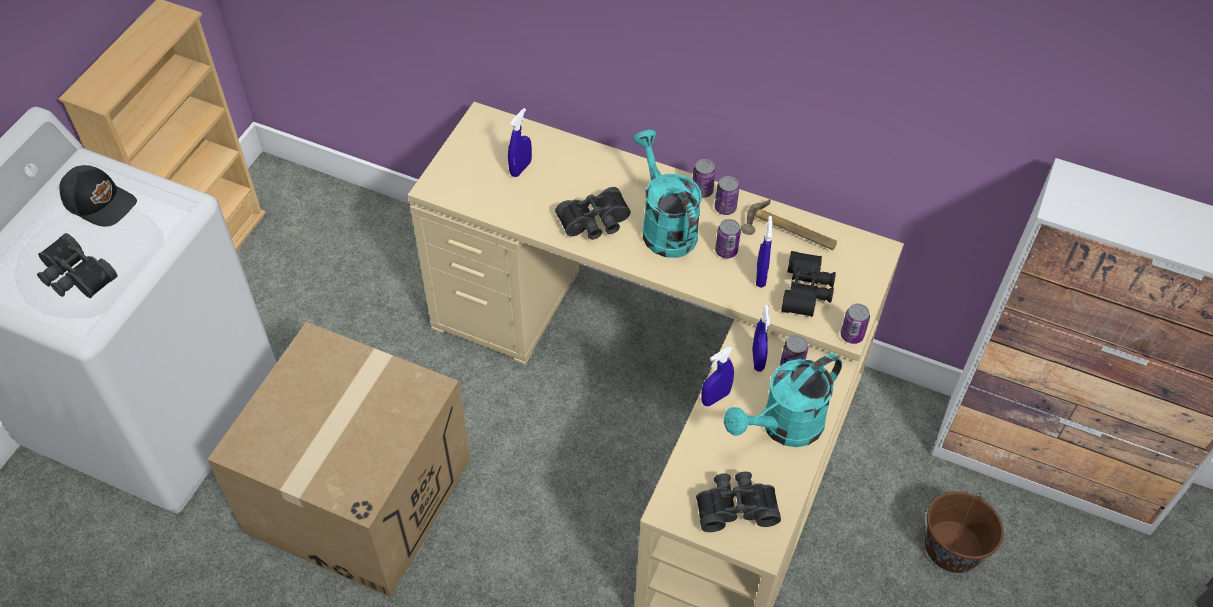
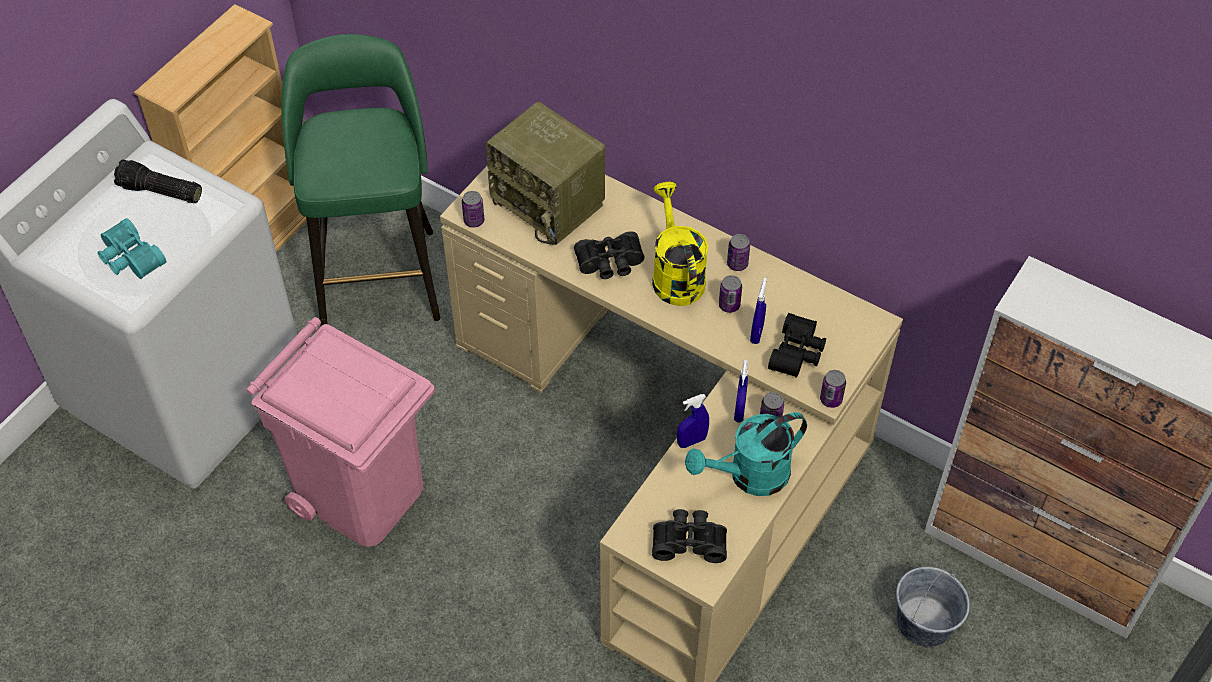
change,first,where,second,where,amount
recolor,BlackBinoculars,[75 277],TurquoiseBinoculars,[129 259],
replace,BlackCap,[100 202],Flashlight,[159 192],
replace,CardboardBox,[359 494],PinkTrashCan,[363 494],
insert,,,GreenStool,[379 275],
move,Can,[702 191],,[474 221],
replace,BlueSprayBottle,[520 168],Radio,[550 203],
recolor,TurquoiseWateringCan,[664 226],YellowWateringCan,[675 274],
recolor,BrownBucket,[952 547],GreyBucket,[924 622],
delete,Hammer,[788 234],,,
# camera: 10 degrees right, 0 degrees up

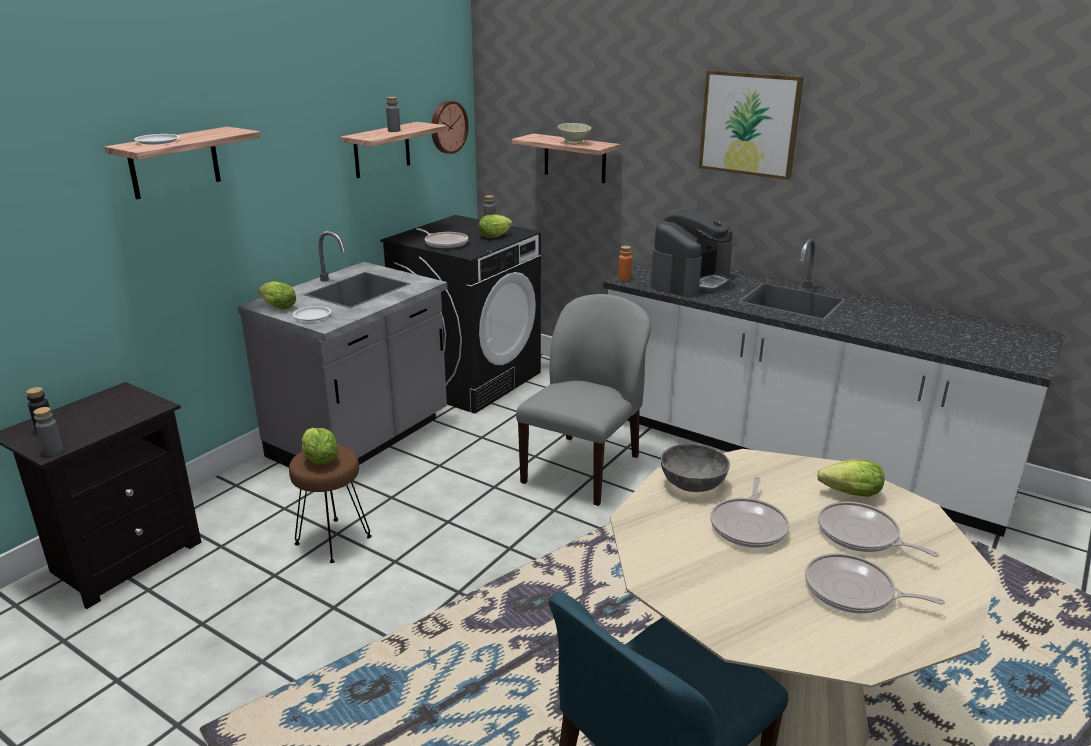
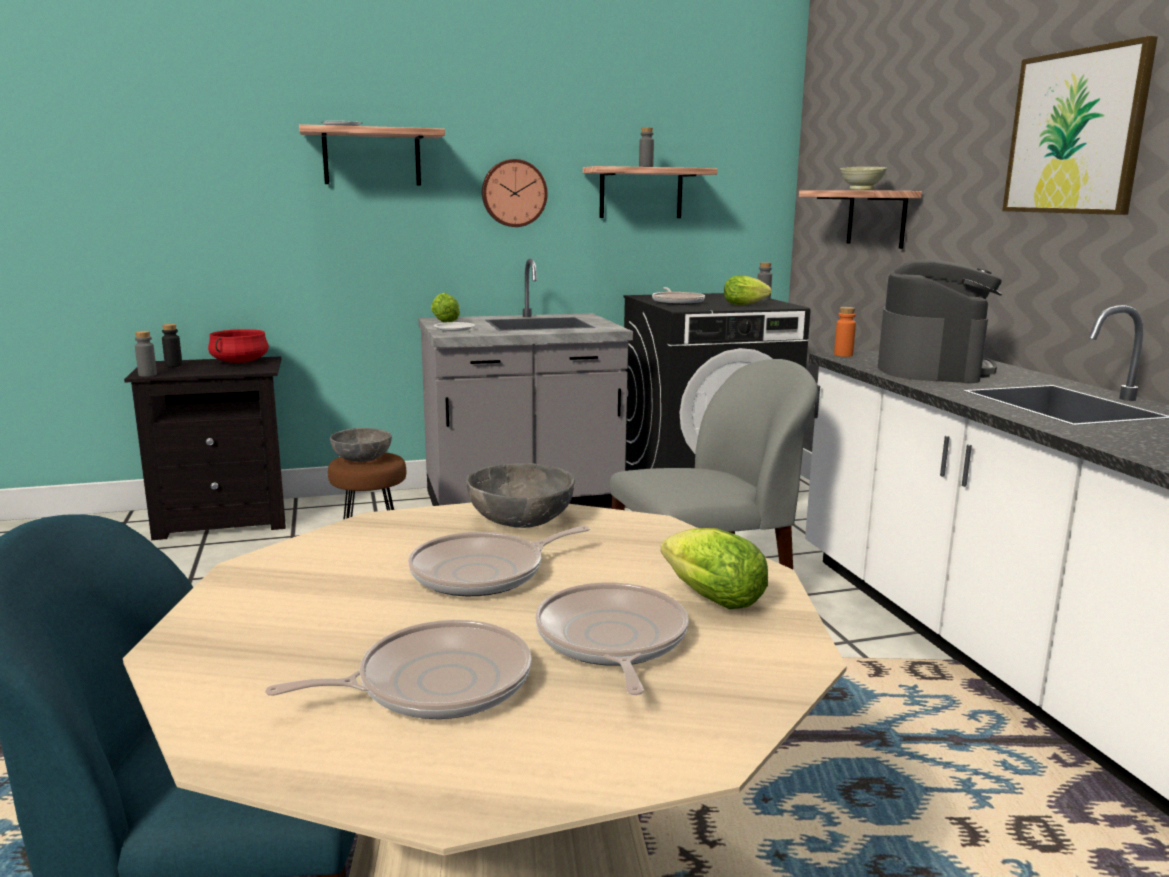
change,first,where,second,where,amount
insert,,,RedCookingPot,[240 362],
rotate,FryingPan,[853 592],,[435 684],90 degrees clockwise
replace,Lettuce,[320 460],GreyBowl,[362 459],
move,WallClock,[447 127],,[513 193],
rotate,CoffeeMachine,[690 281],,[932 368],60 degrees counterclockwise
# camera: 40 degrees right, 10 degrees down

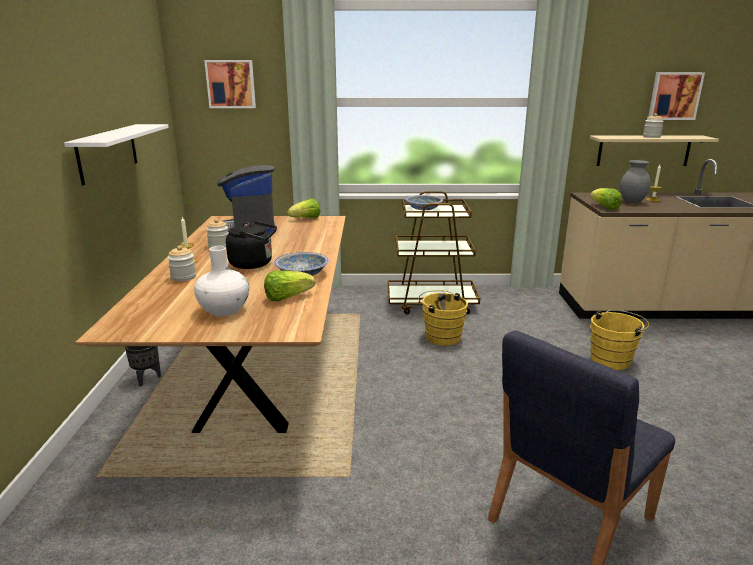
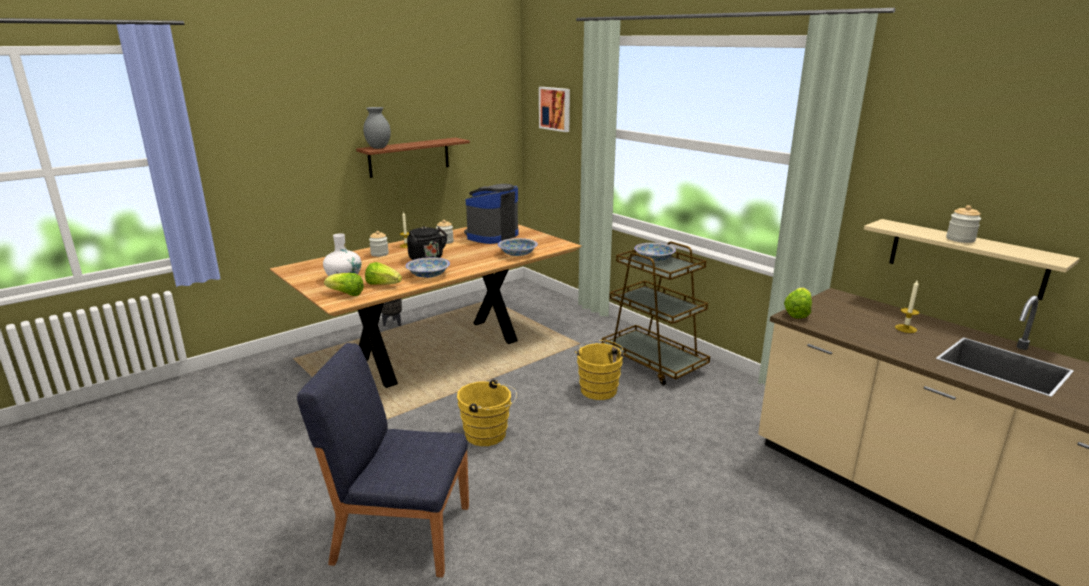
change,first,where,second,where,amount
move,Lettuce,[306 219],,[346 294],
recolor,WhiteShelf,[108 152],BrownShelf,[409 157],
move,GreyVase,[631 202],,[378 148],
move,YellowBucket,[613 359],,[488 435],
insert,,,Bowl,[517 254],
delete,Picture,[674 96],,,
# camera: 50 degrees right, 0 degrees up

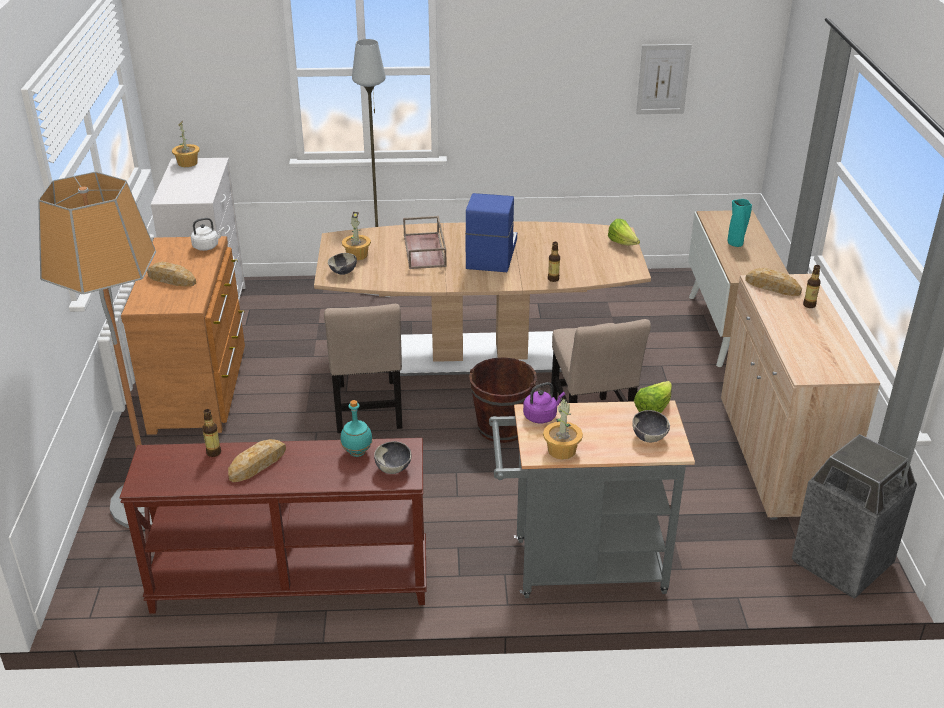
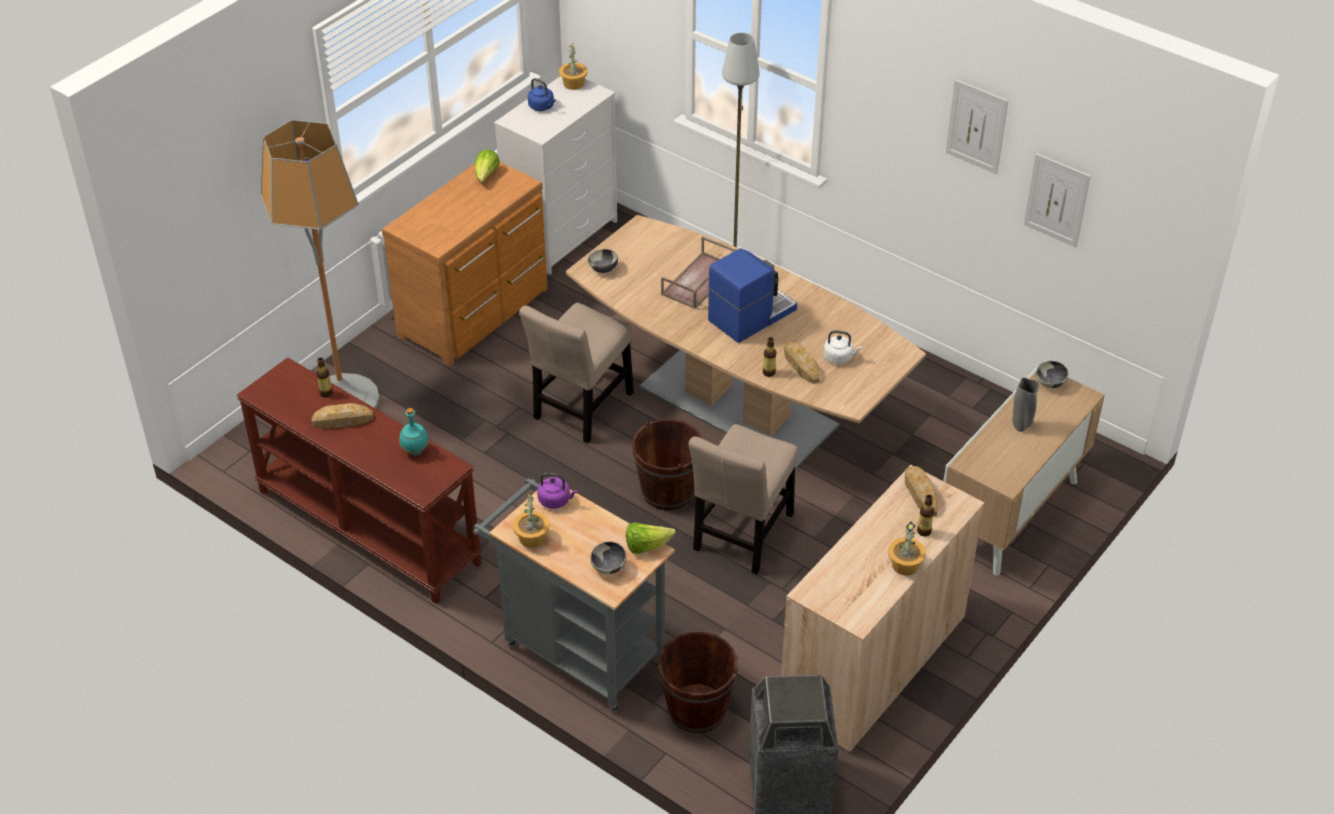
change,first,where,second,where,amount
move,Lettuce,[622 243],,[486 176],
insert,,,BlueKettle,[542 107],
insert,,,BrownBucket,[697 710],
move,Bread,[171 279],,[801 365],
move,WhiteKettle,[207 246],,[839 357],
move,PottedPlant,[357 255],,[905 565],
insert,,,Picture,[976 126],
recolor,TurquoiseVase,[736 244],GreyVase,[1021 426],
move,Bowl,[393 468],,[1050 384],
# camera: 40 degrees right, 10 degrees up

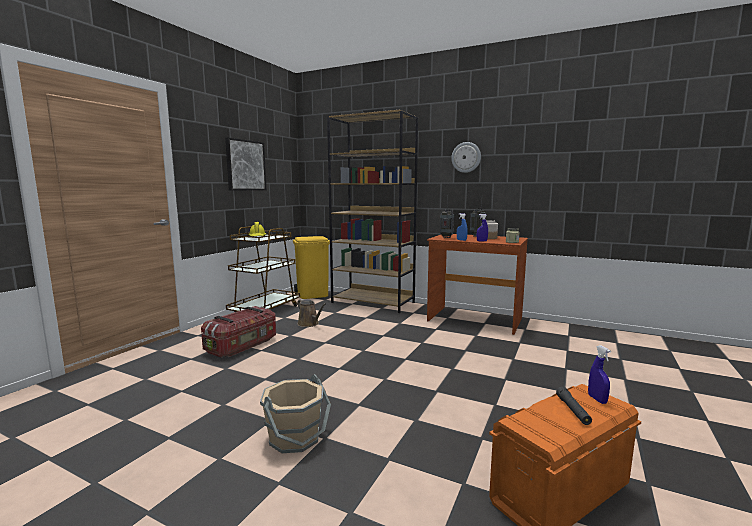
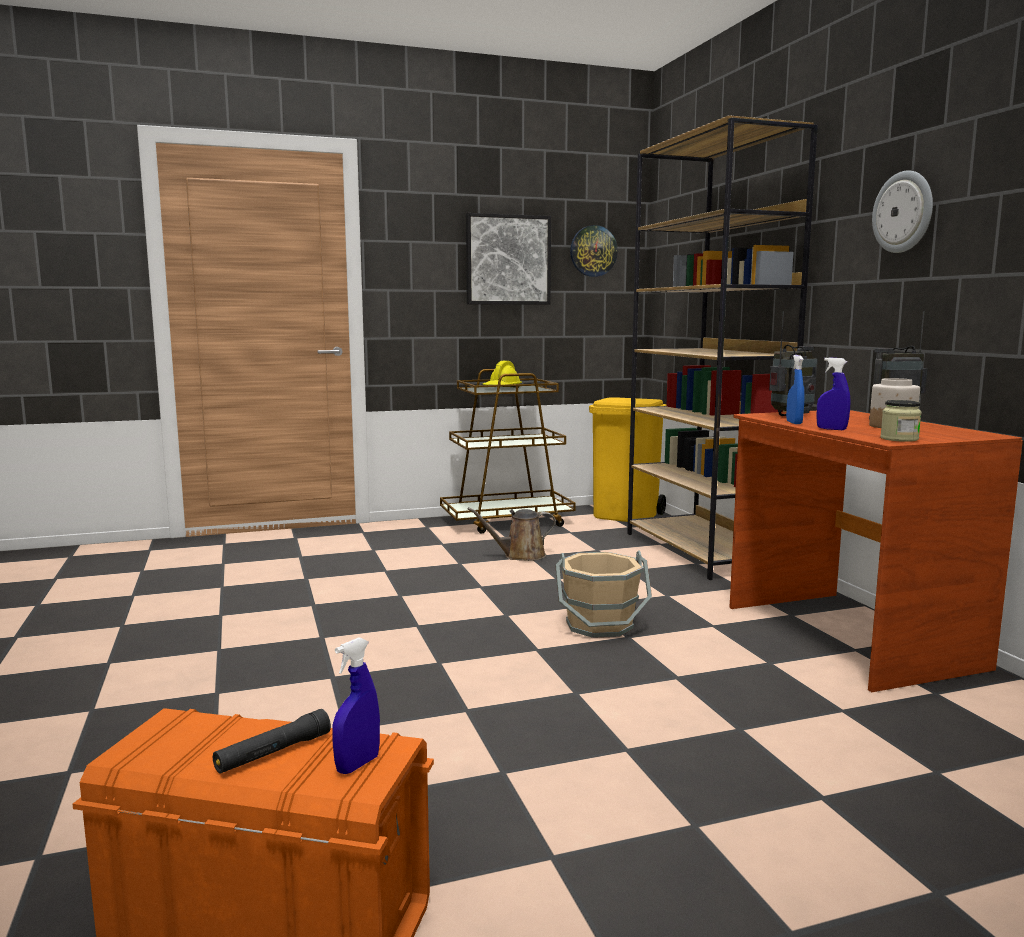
change,first,where,second,where,amount
rotate,BrownWateringCan,[309 324],,[520 556],75 degrees clockwise
move,BeigeBucket,[295 437],,[600 625],
insert,,,WallClock,[593 251],
delete,StorageBox,[243 345],,,
# camera: 45 degrees right, 0 degrees up

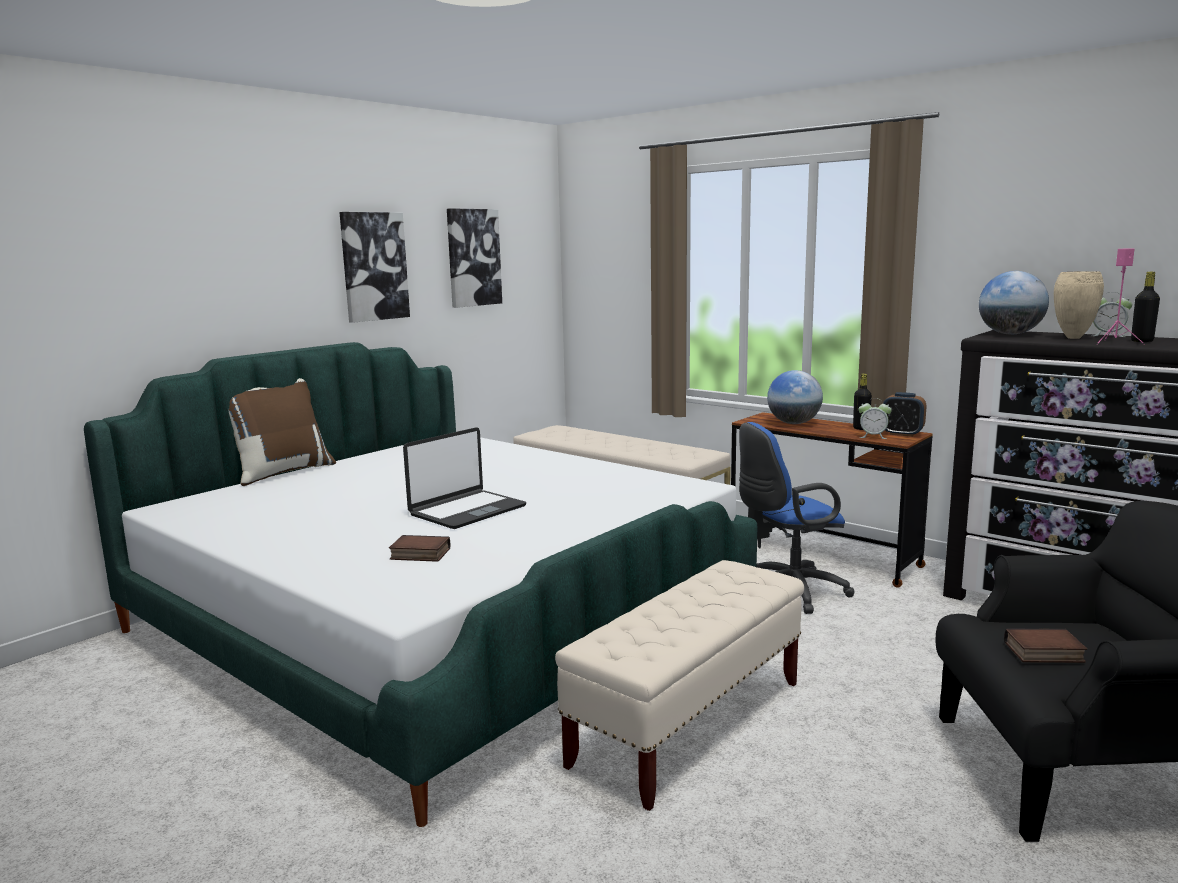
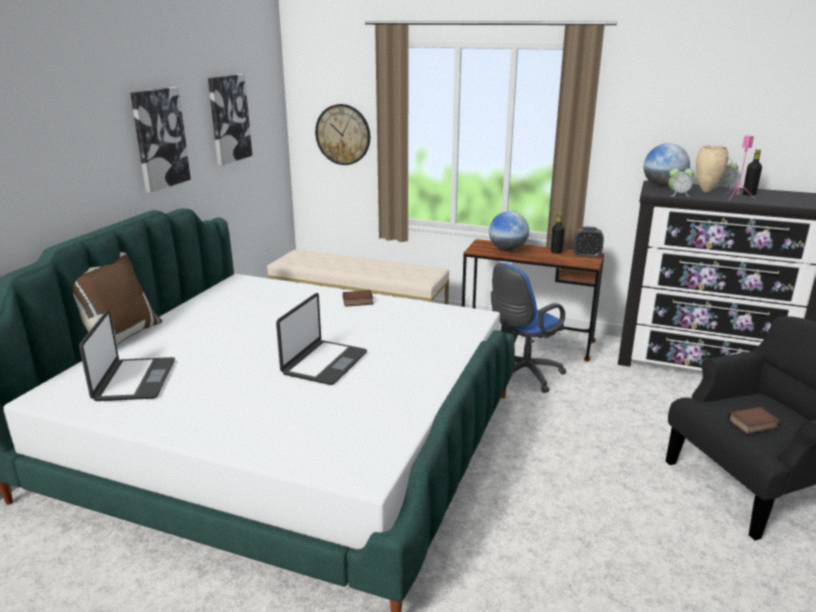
change,first,where,second,where,amount
insert,,,Laptop,[134 380],
insert,,,WallClock,[343 134],
move,Book,[419 554],,[357 302],
move,AlarmClock,[873 436],,[678 194],
delete,BeigeBench,[689 723],,,
# camera: 20 degrees left, 10 degrees up

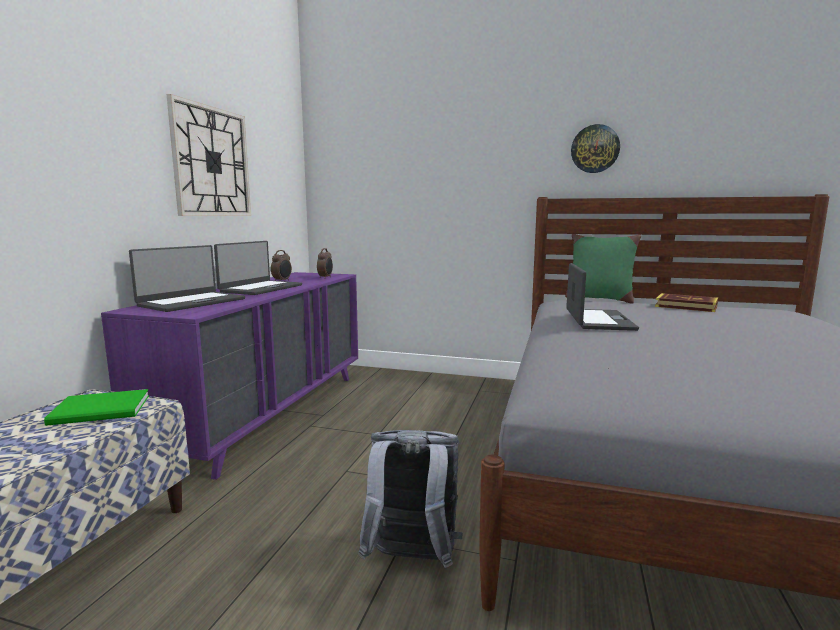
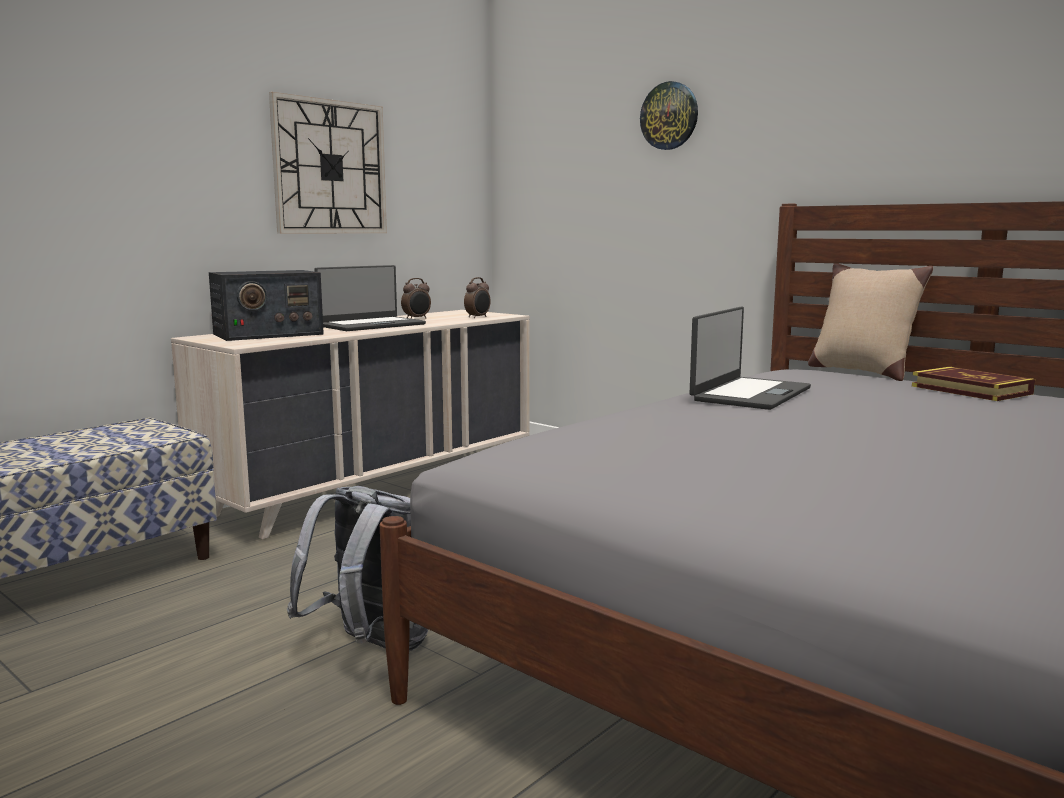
change,first,where,second,where,amount
recolor,PurpleDresser,[268 414],BeigeDresser,[377 487],
replace,Laptop,[191 302],Radio,[267 334],
move,WallClock,[595 149],,[669 116],
recolor,GreenPillow,[598 299],BeigePillow,[861 372],
delete,GreenBook,[103 410],,,
# camera: 25 degrees right, 0 degrees up

